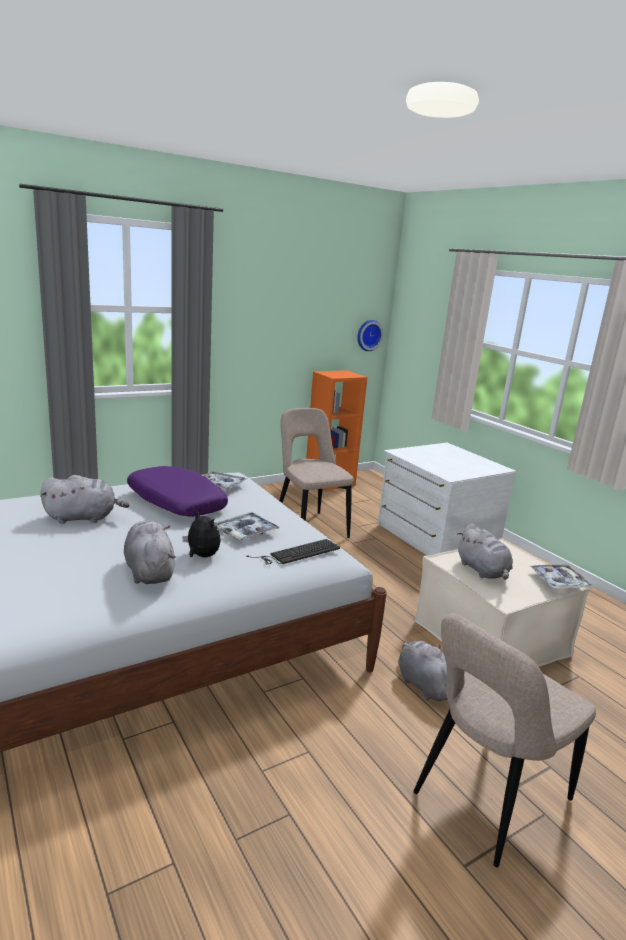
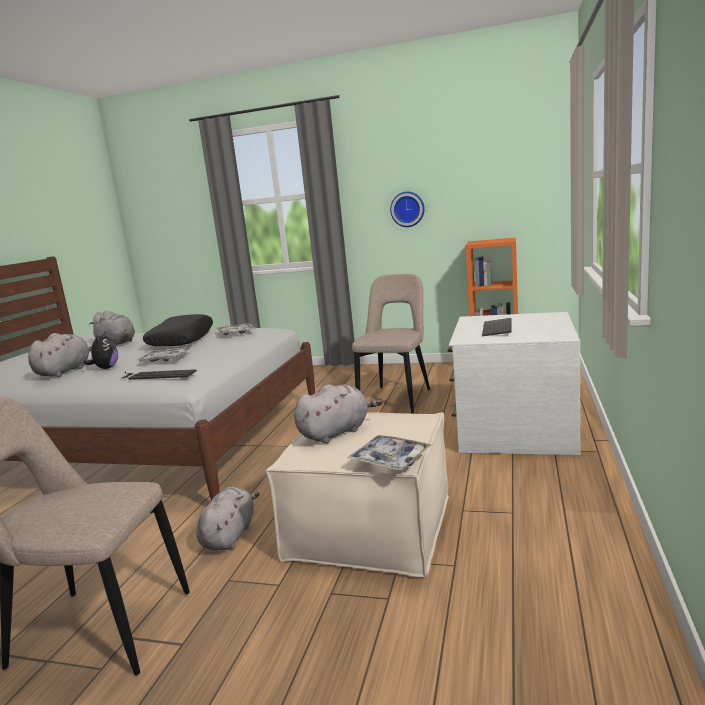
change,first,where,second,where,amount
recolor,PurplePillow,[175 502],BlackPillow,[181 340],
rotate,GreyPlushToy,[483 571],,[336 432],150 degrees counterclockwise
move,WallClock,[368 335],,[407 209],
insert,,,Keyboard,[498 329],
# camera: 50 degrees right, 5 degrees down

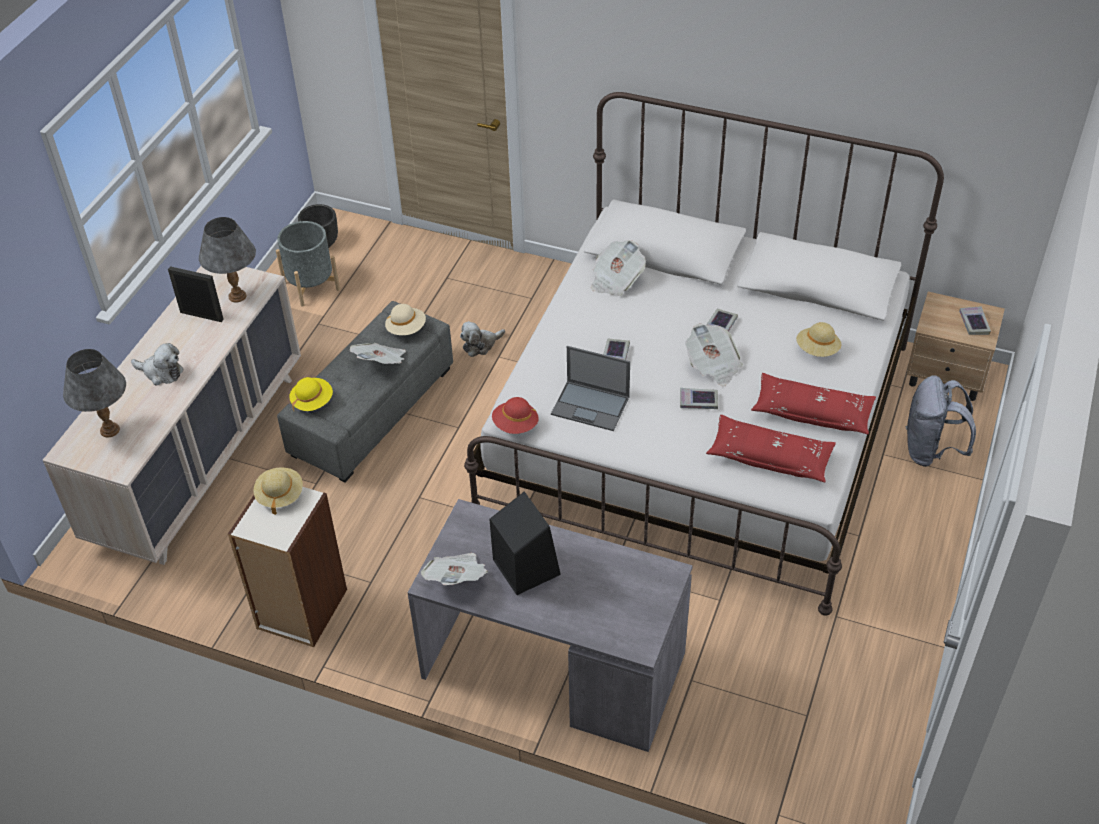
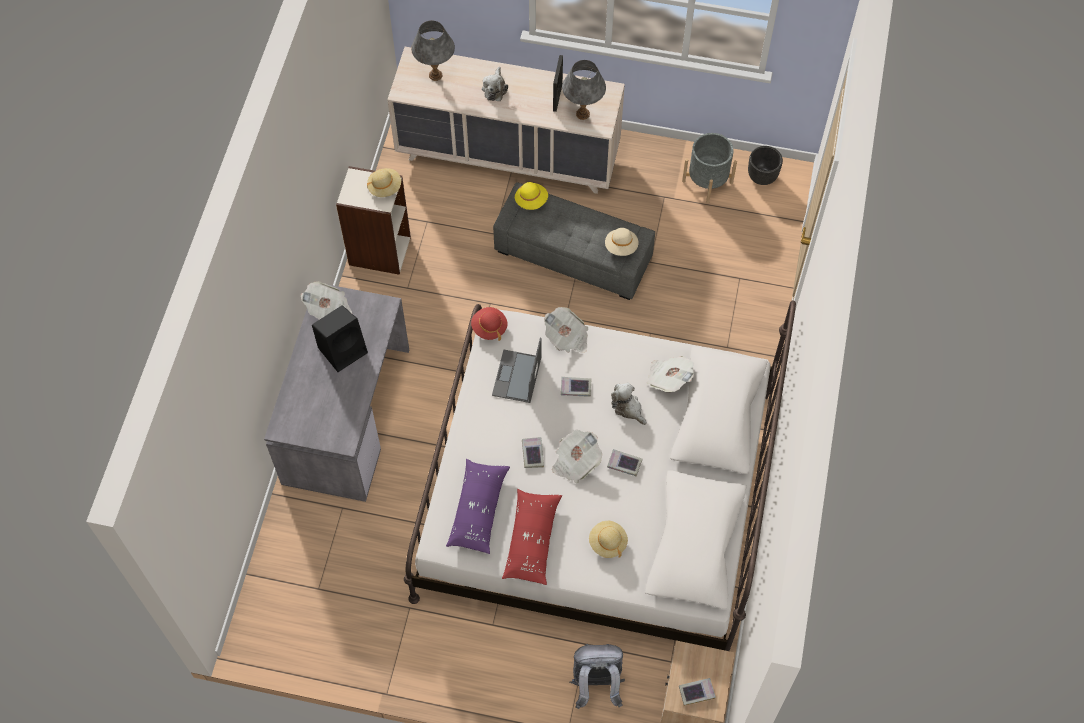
change,first,where,second,where,amount
recolor,RedPillow,[770 457],PurplePillow,[478 510],
move,Newspaper,[381 363],,[567 338],
move,PlushToy,[480 345],,[628 408],
# camera: 80 degrees right, 15 degrees up

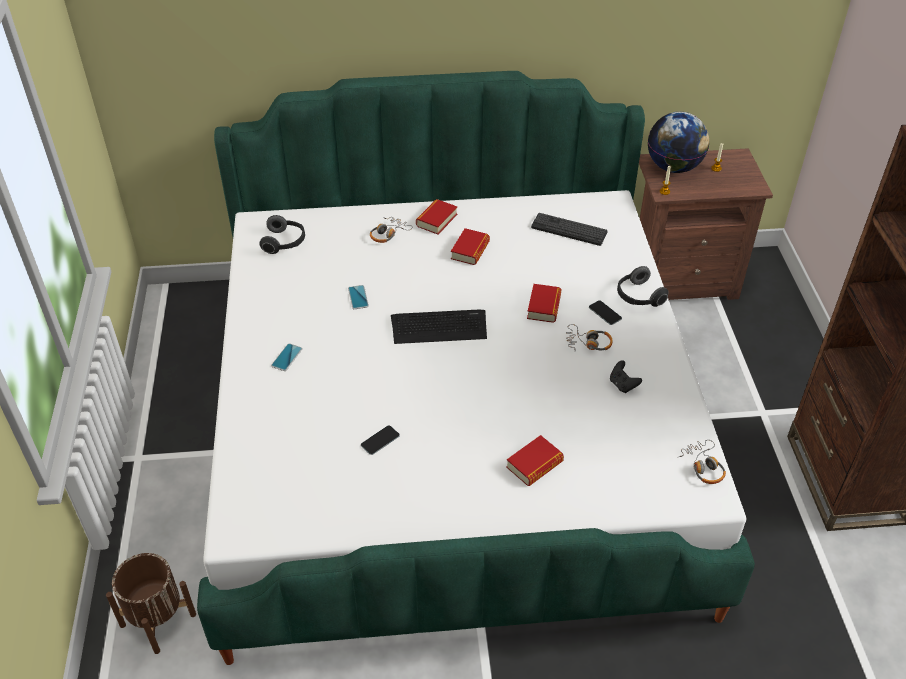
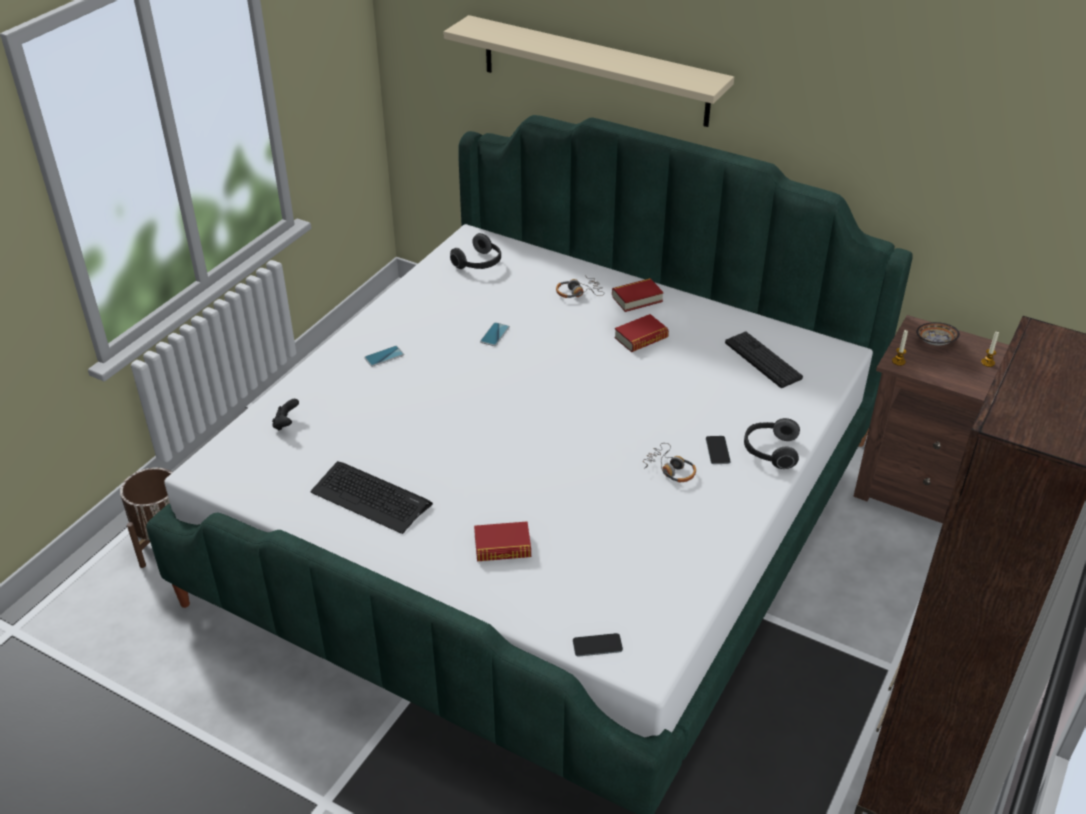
change,first,where,second,where,amount
move,BlackGameController,[623 385],,[286 424],
move,Keyboard,[439 327],,[371 498],
insert,,,BeigeShelf,[594 71],
move,Phone,[380 440],,[597 645],
replace,Globe,[674 167],Bowl,[936 342],
delete,Book,[544 307],,,
delete,Headphones,[703 466],,,
# camera: 35 degrees right, 5 degrees down

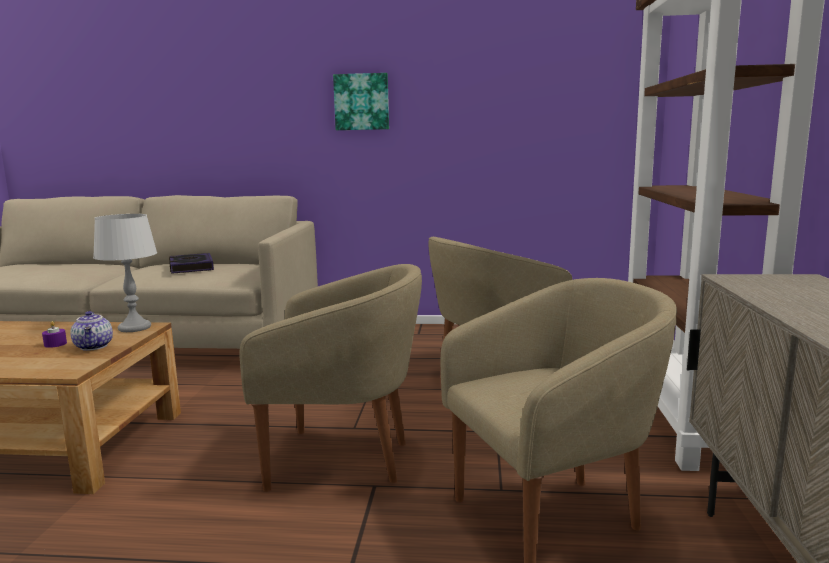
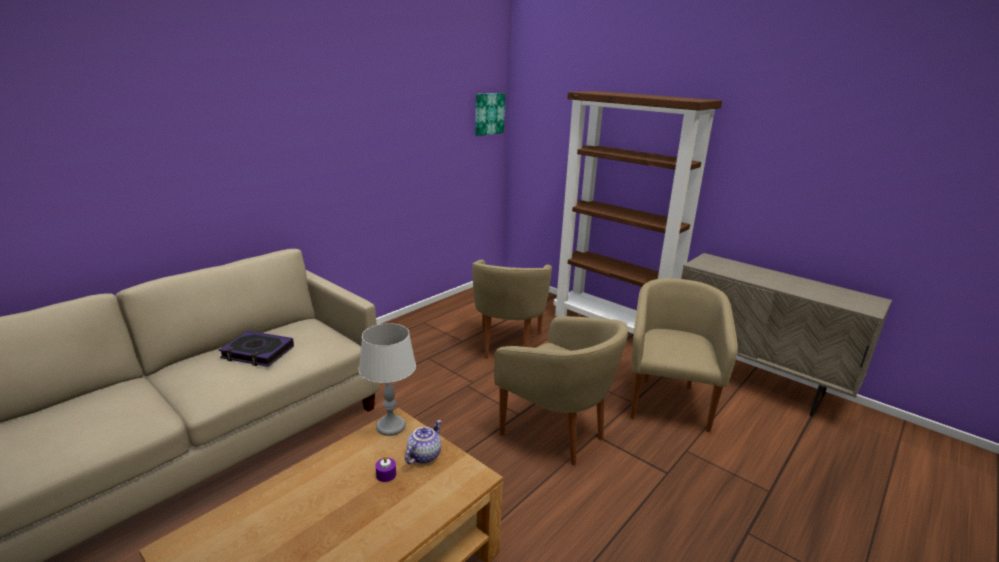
change,first,where,second,where,amount
rotate,Teapot,[94 346],,[423 455],75 degrees counterclockwise
move,Picture,[361 102],,[488 113],
rotate,BeigeArmchair,[343 460],,[556 433],90 degrees clockwise
# camera: 55 degrees left, 10 degrees up

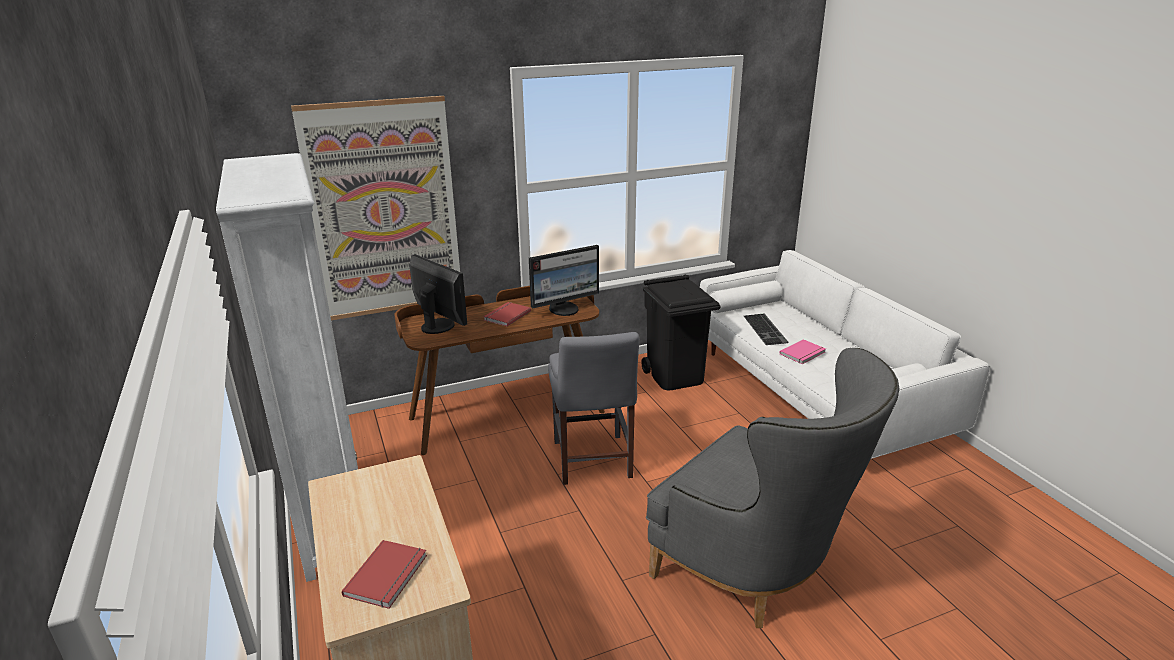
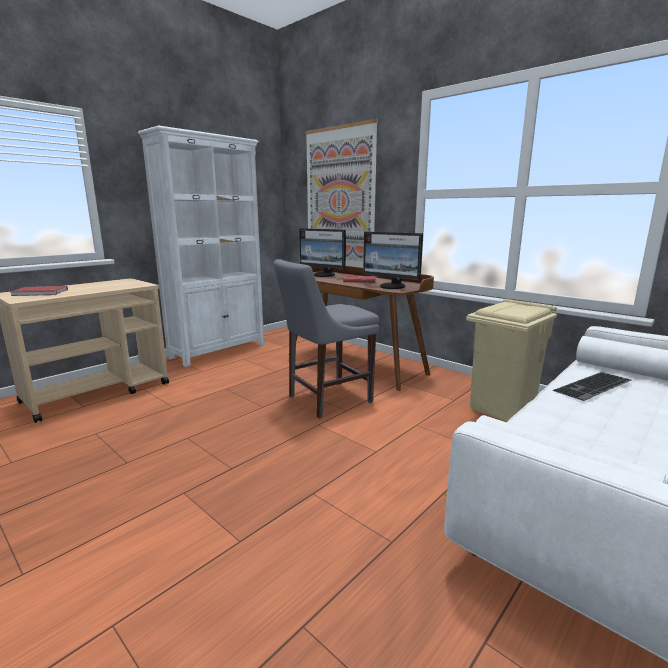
change,first,where,second,where,amount
rotate,Monitor,[438 326],,[324 275],105 degrees clockwise
recolor,BlackTrashCan,[675 376],BeigeTrashCan,[502 407],
delete,GreyArmchair,[756 572],,,
delete,PinkBook,[803 353],,,
# camera: 65 degrees right, 10 degrees down

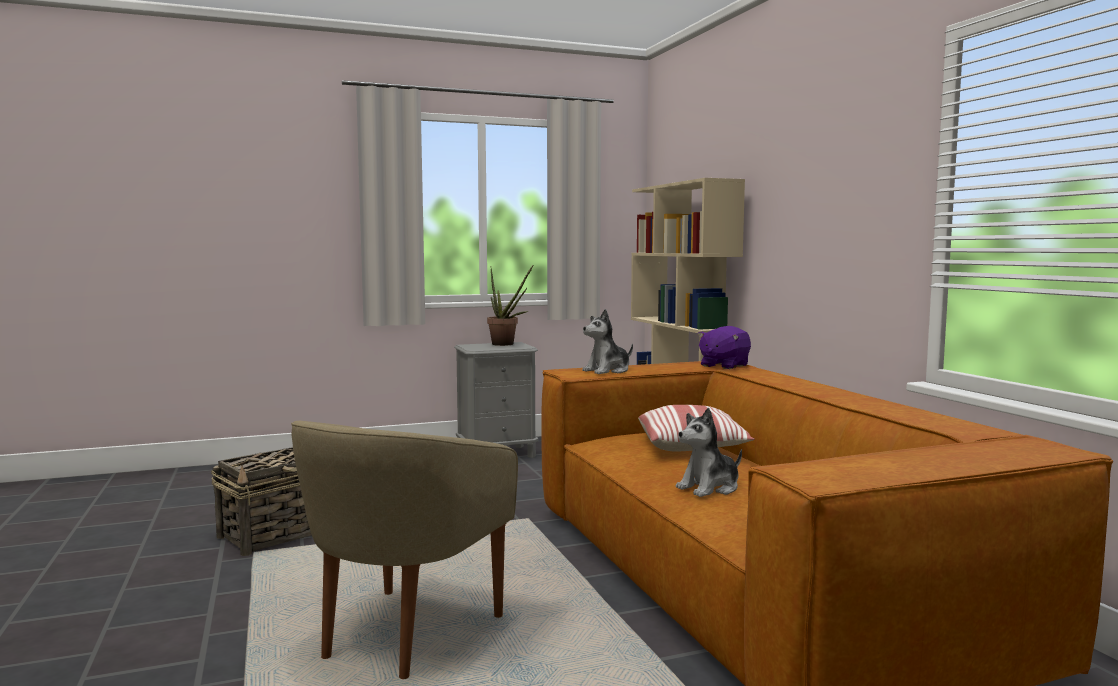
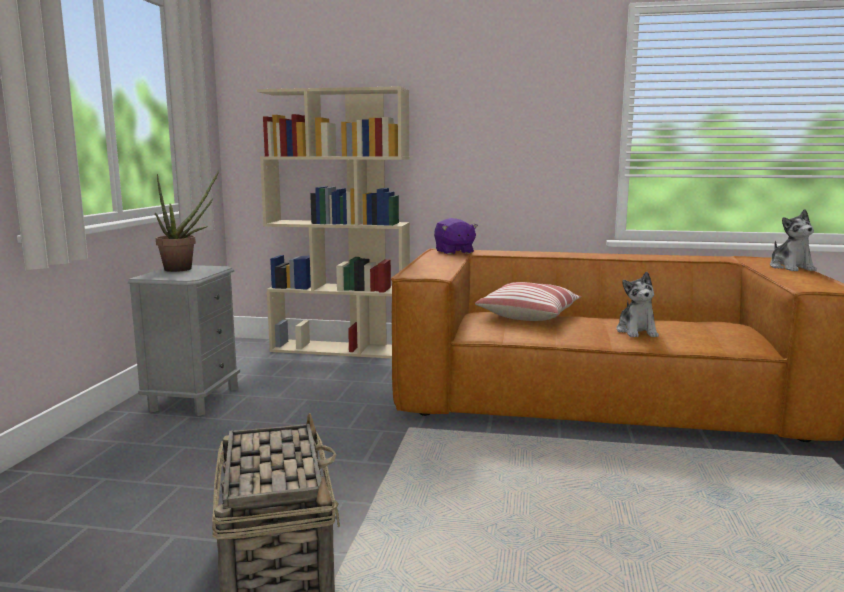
change,first,where,second,where,amount
move,PlushToy,[607 371],,[791 268],
delete,BeigeArmchair,[404 635],,,
# camera: 60 degrees left, 5 degrees up

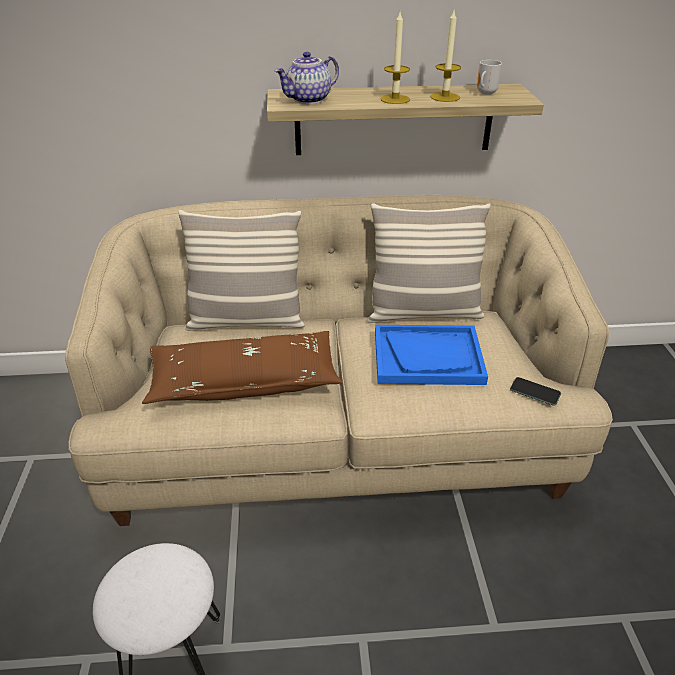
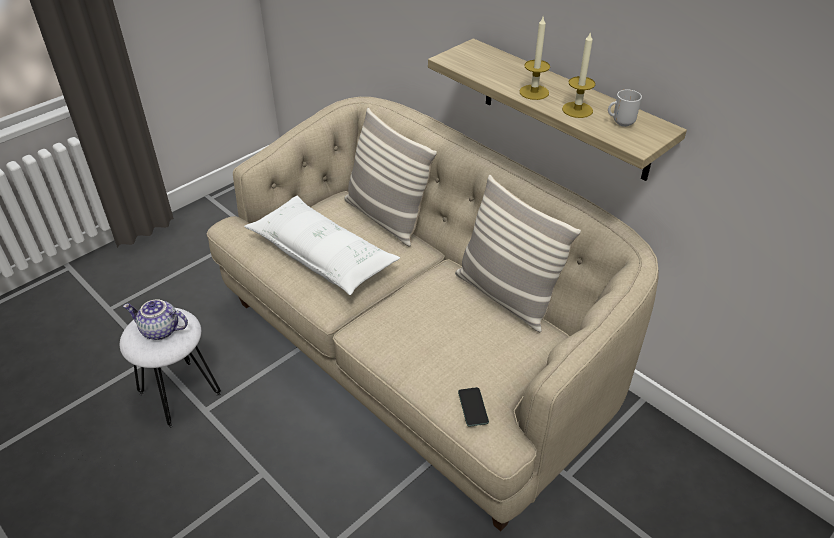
change,first,where,second,where,amount
move,Teapot,[309 100],,[159 331],
recolor,BrownPillow,[244 381],WhitePillow,[322 255],
delete,BlueTray,[428 357],,,
# camera: 50 degrees right, 5 degrees up

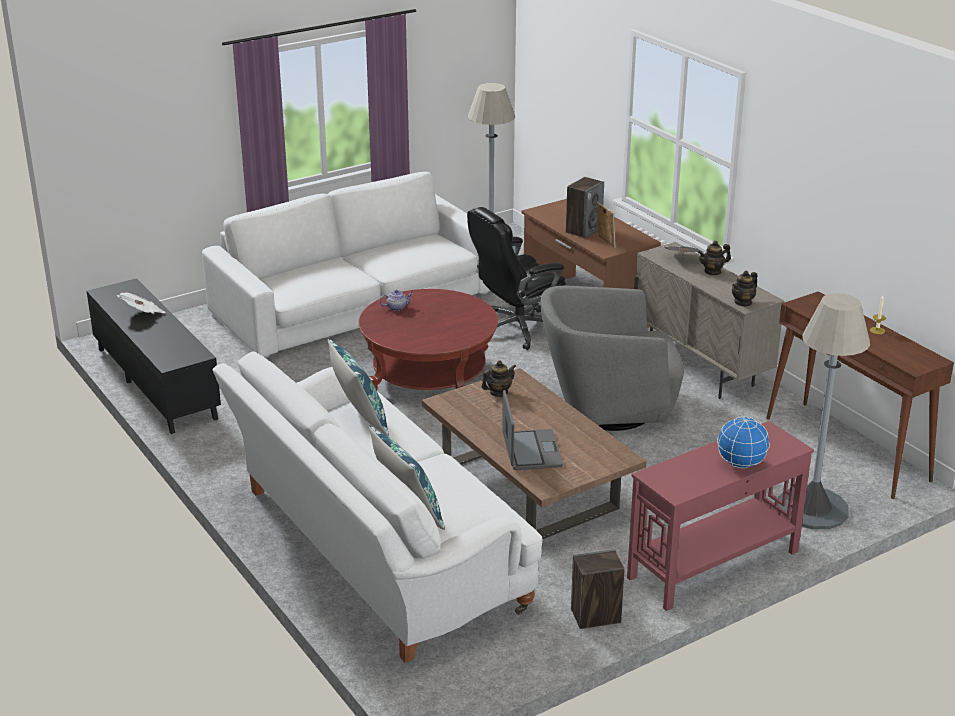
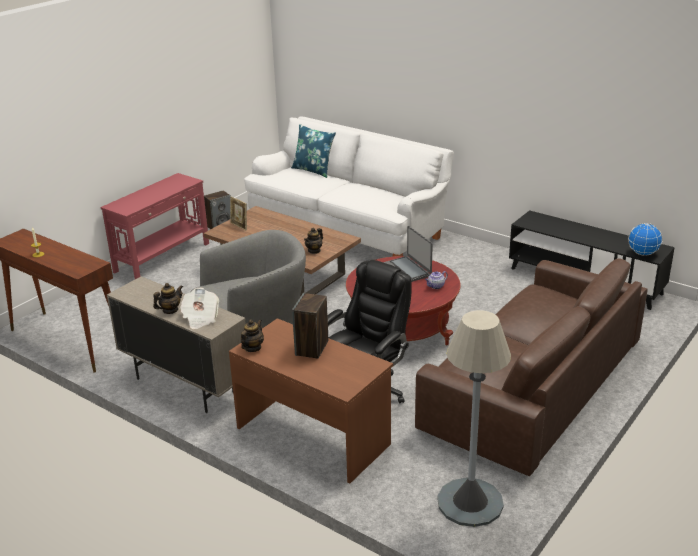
change,first,where,second,where,amount
move,PictureFrame,[605 242],,[239 226],
move,Teapot,[743 302],,[252 348],
move,Laptop,[531 451],,[405 271],
recolor,WhiteSofa,[354 304],BrownSofa,[532 384],
move,Globe,[740 464],,[643 253],
delete,Newspaper,[142 314],,,
delete,BluePillow,[359 419],,,
delete,GreyFloorLamp,[812 508],,,
# camera: 160 degrees right, 0 degrees up

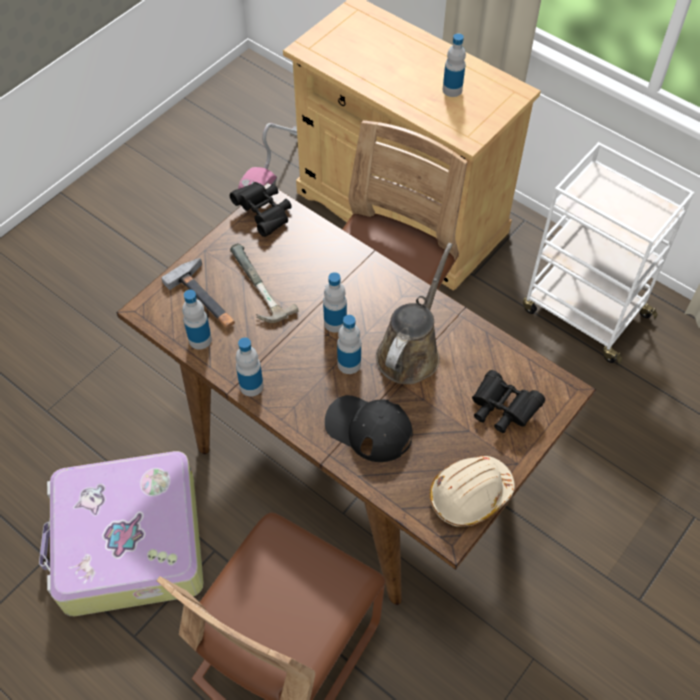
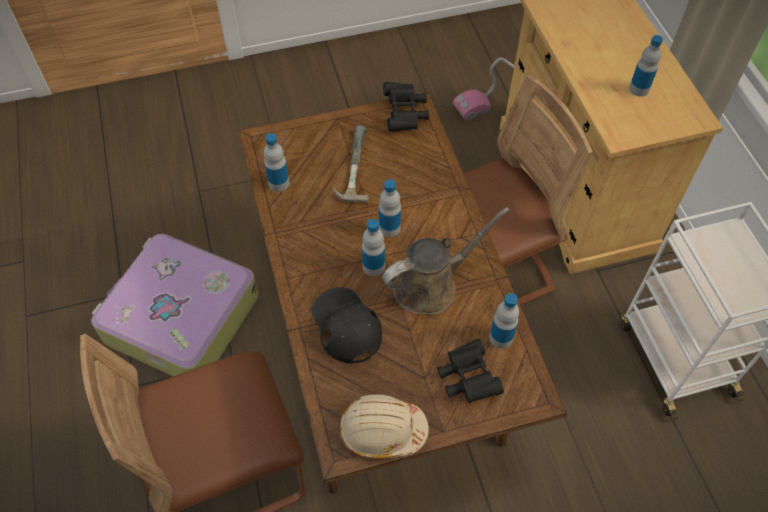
change,first,where,second,where,amount
move,Bottle,[251 386],,[501 337],
delete,Hammer,[206 298],,,
# camera: 35 degrees right, 0 degrees up

